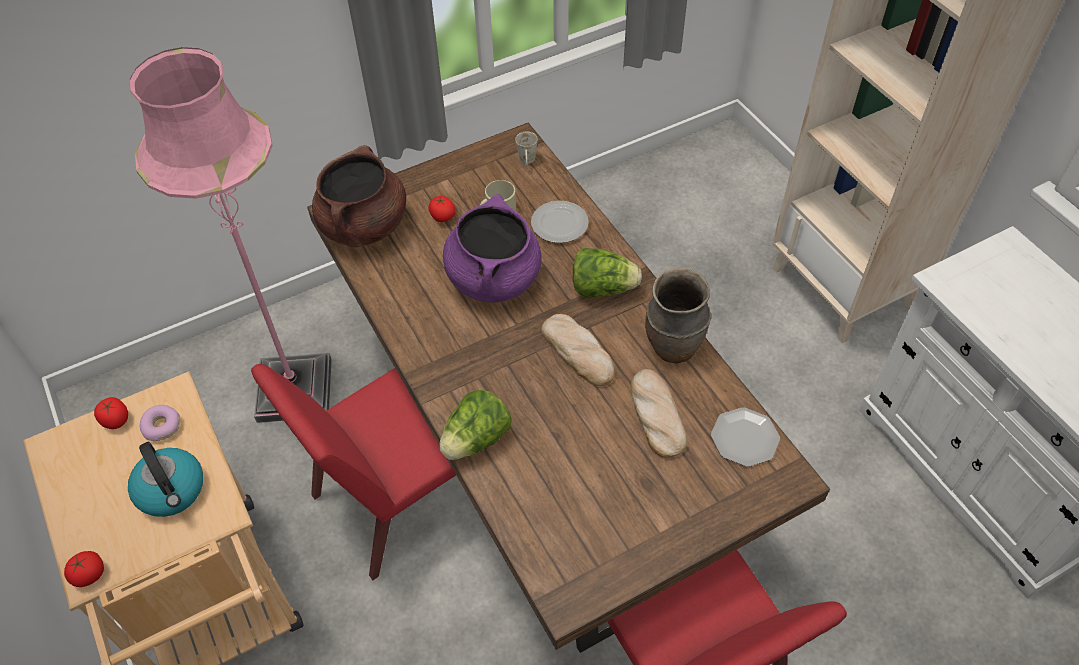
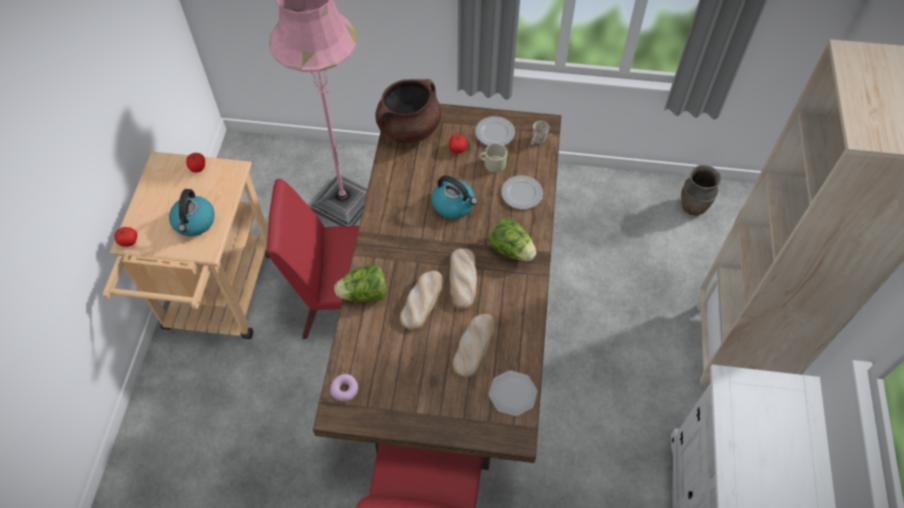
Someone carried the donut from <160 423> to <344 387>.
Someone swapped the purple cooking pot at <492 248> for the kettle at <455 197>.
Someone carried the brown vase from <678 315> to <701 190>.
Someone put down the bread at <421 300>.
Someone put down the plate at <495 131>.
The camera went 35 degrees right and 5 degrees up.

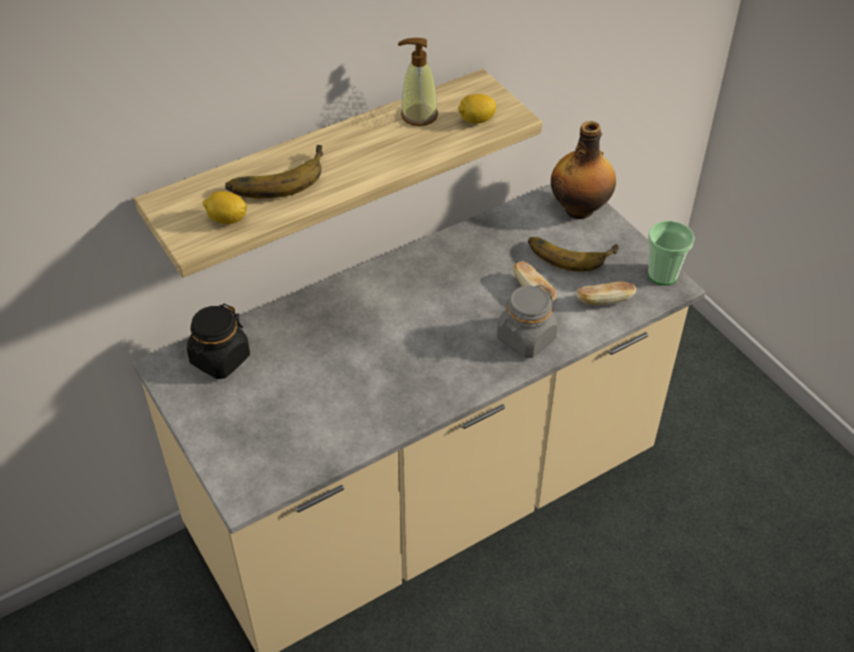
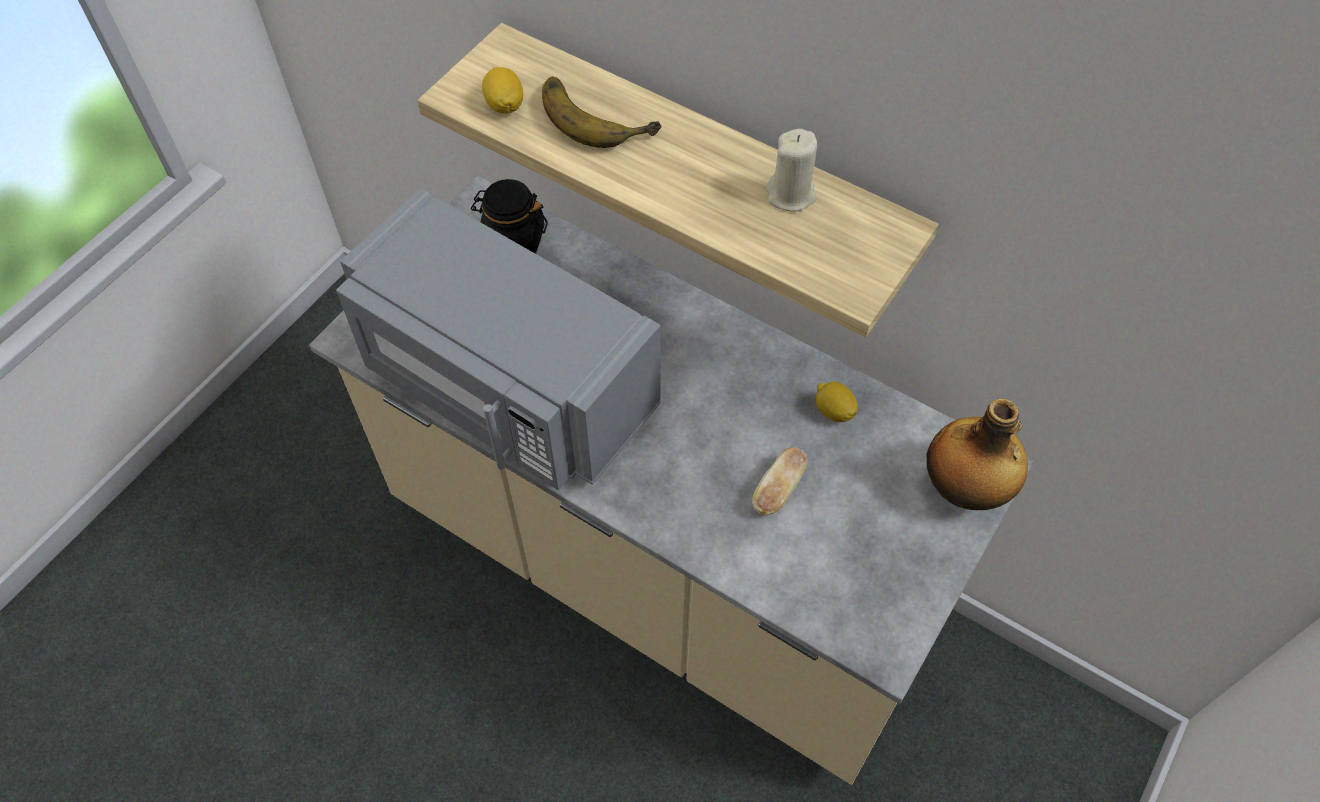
Someone swapped the soap dispenser at <418 82> for the beige candle at <792 170>.
Someone carried the lemon from <477 109> to <837 401>.
Someone took away the grey jar at <527 321>.
Someone took away the banana at <573 254>.
Someone took away the bread at <606 293>.
Someone took away the cup at <671 253>.
Someone put down the grey microwave at <498 339>.
The camera went 65 degrees right and 10 degrees up.

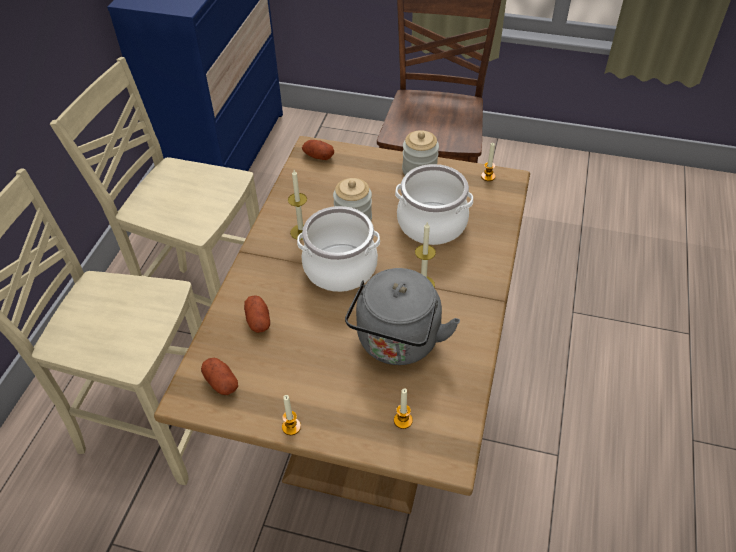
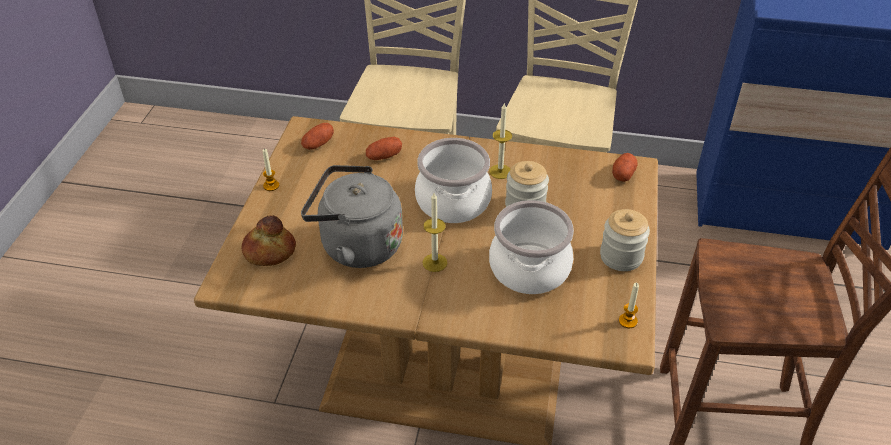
Someone swapped the candle at <403 408> for the bread at <268 240>.
The camera went 85 degrees right and 5 degrees down.

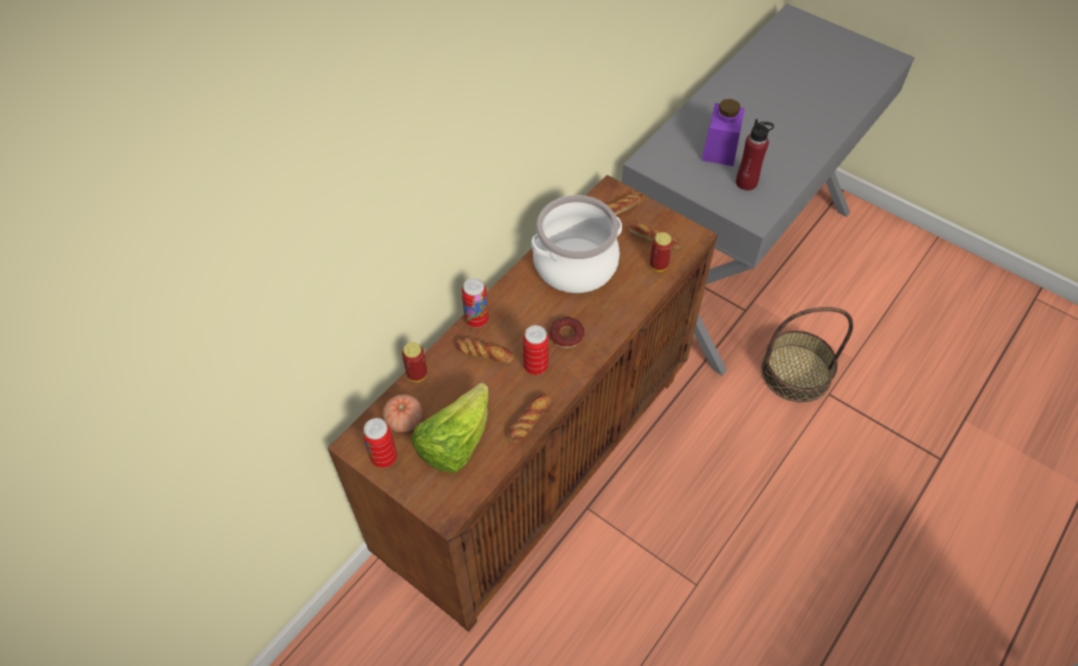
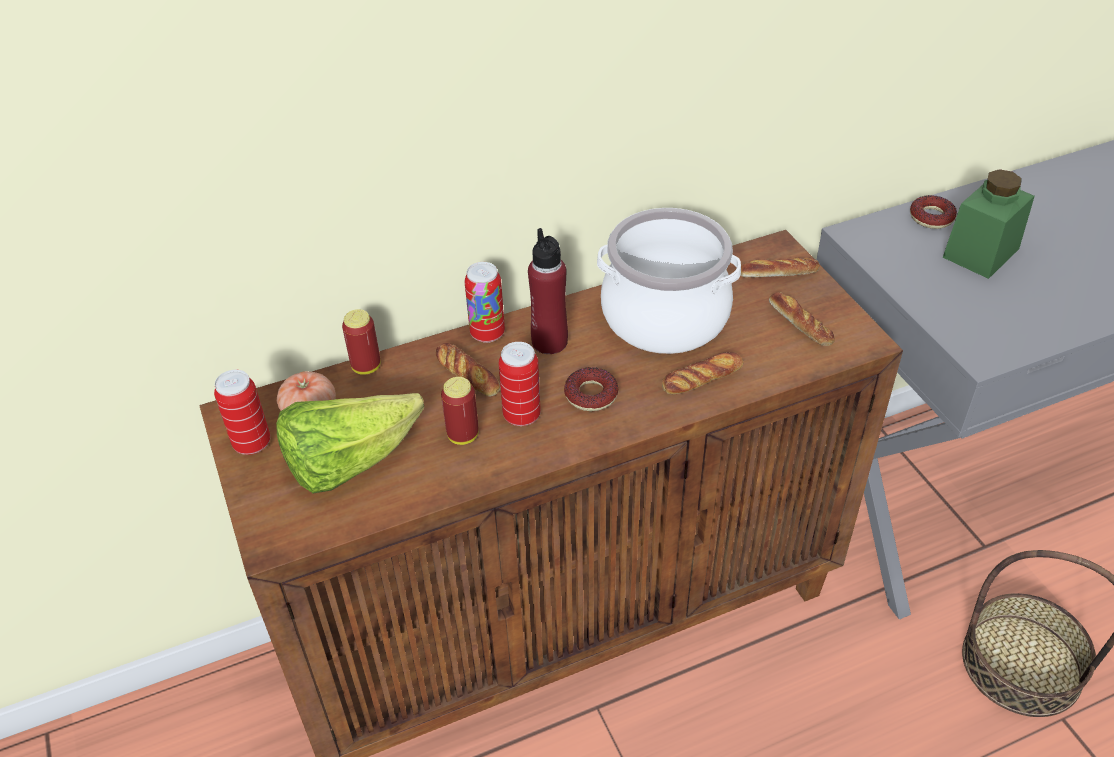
Someone carried the bread from <529 418> to <702 373>.
Someone carried the can from <661 252> to <460 411>.
Someone repainted the purple jar at <723 132>, which became the green jar at <989 224>.
Someone carried the red bottle from <755 155> to <548 291>.
Someone put down the donut at <933 212>.
The camera went 30 degrees right and 10 degrees down.

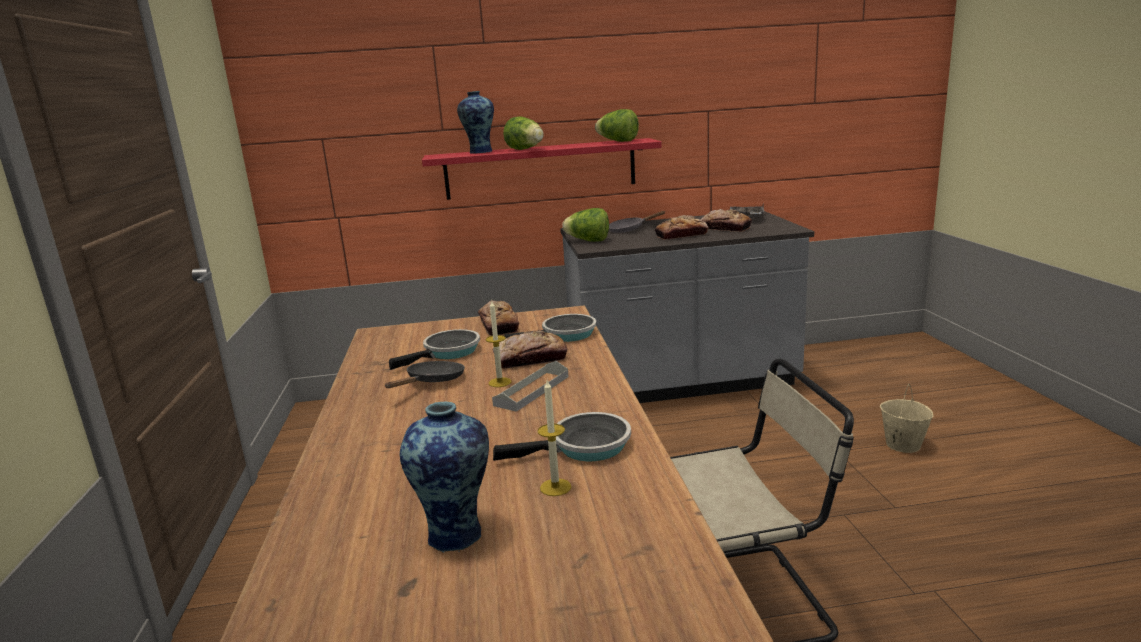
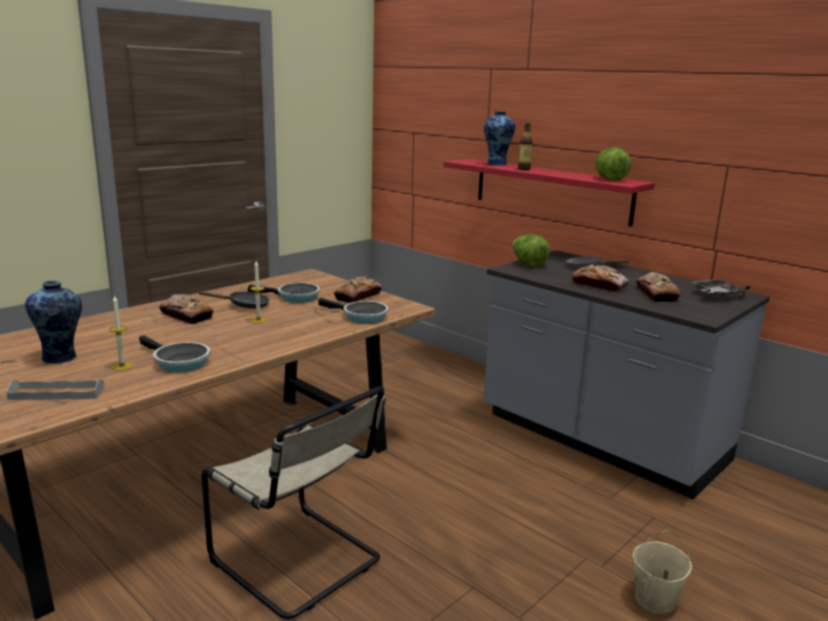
Someone carried the grey tray from <530 386> to <55 390>.
Someone carried the bread from <530 350> to <186 309>.
Someone swapped the lettuce at <523 133> for the bottle at <525 146>.
The camera went 50 degrees right and 0 degrees up.

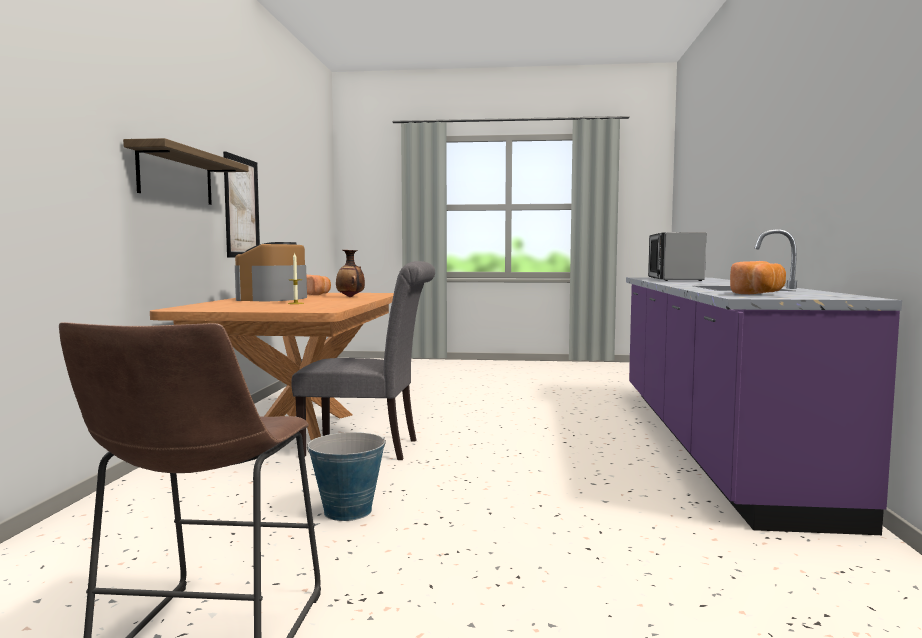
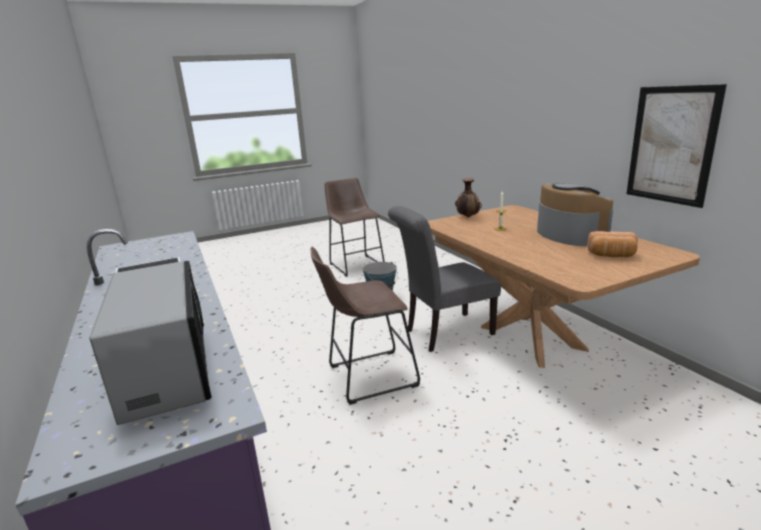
Someone took away the shelf at <186 171>.
Someone carried the vase from <350 273> to <468 197>.
Someone took away the bread at <758 277>.
Someone put down the brown stool at <365 326>.
The camera went 150 degrees right and 15 degrees up.

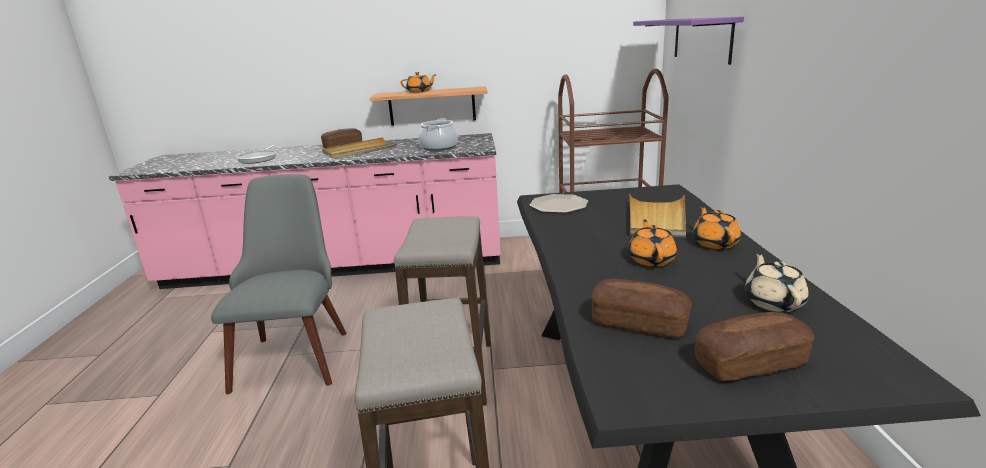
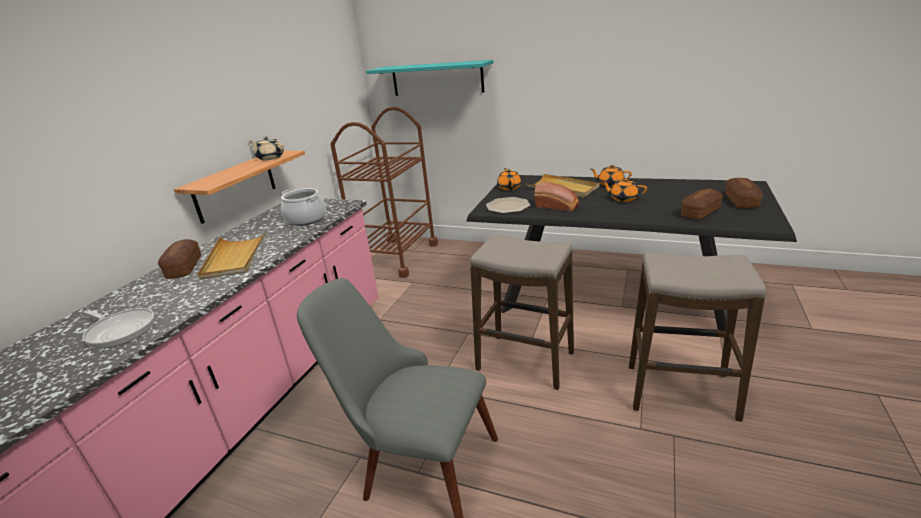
Someone carried the orange teapot from <418 82> to <509 179>.
Someone repainted the purple shelf at <688 41>, which became the turquoise shelf at <429 78>.
Someone carried the beige teapot from <777 282> to <266 148>.
Someone put down the bread at <556 196>.
The camera went 65 degrees left and 5 degrees up.

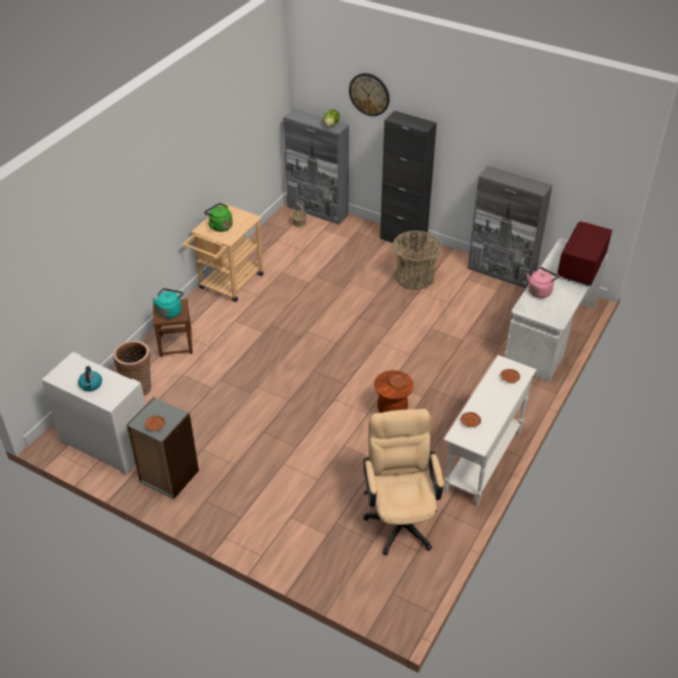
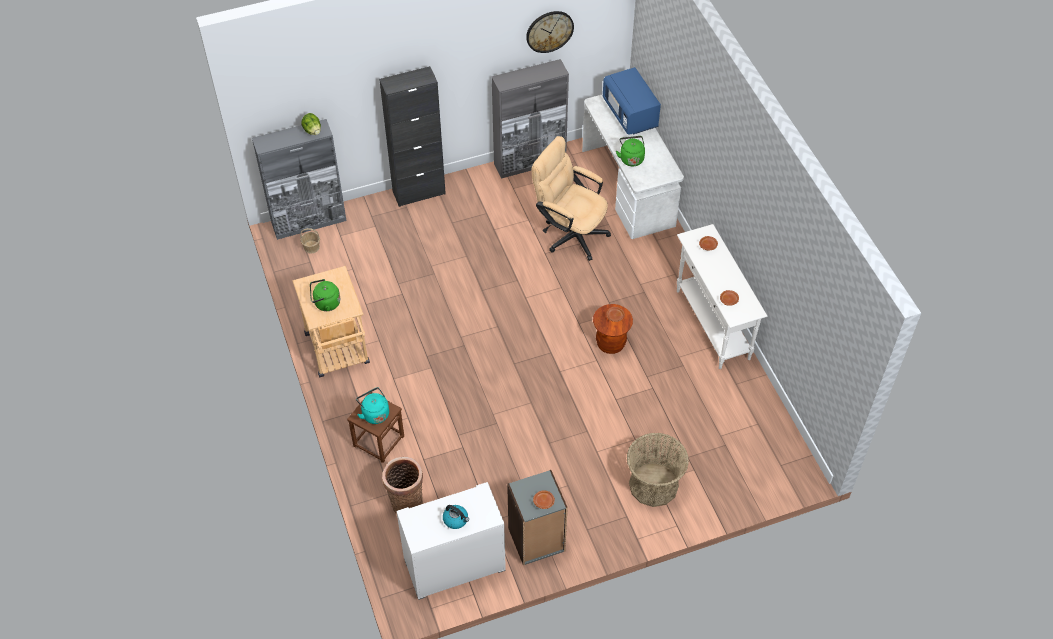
Someone carried the wall clock from <369 94> to <550 32>.
Someone carried the beige office chair from <403 482> to <571 198>.
Someone carried the basket from <417 260> to <658 470>.
Someone repainted the pink kettle at <543 282>, which became the green kettle at <630 151>.
Someone repainted the red microwave at <584 253>, which became the blue microwave at <632 101>.
The camera went 50 degrees left and 10 degrees up.

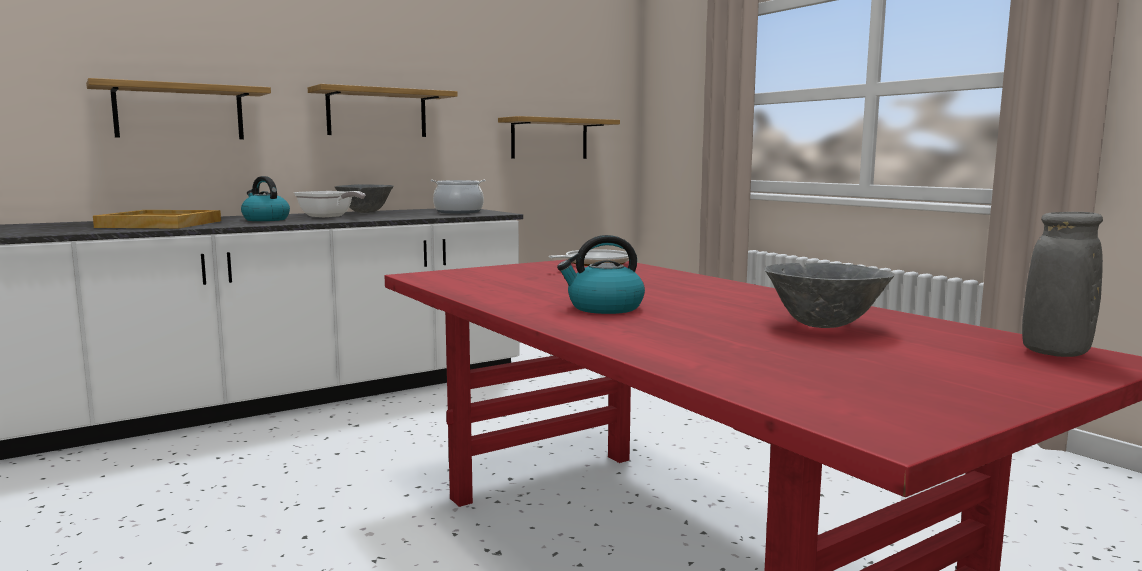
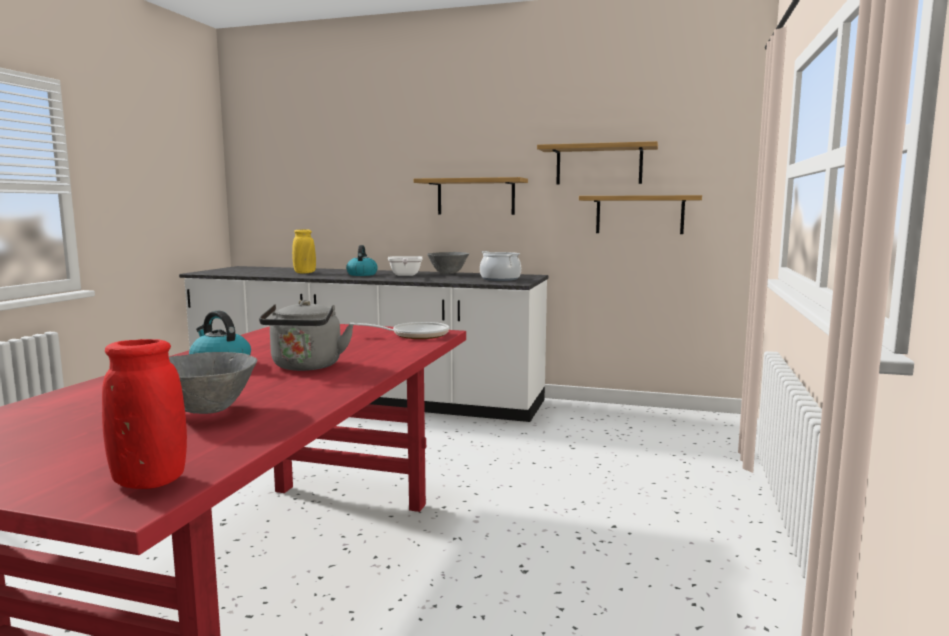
Someone carried the shelf from <178 108> to <597 163>.
Someone swapped the beige tray at <157 219> for the yellow vase at <304 251>.
Someone repainted the grey vase at <1062 284>, which became the red vase at <144 414>.
Someone put down the grey kettle at <306 335>.
The camera went 50 degrees right and 0 degrees up.

